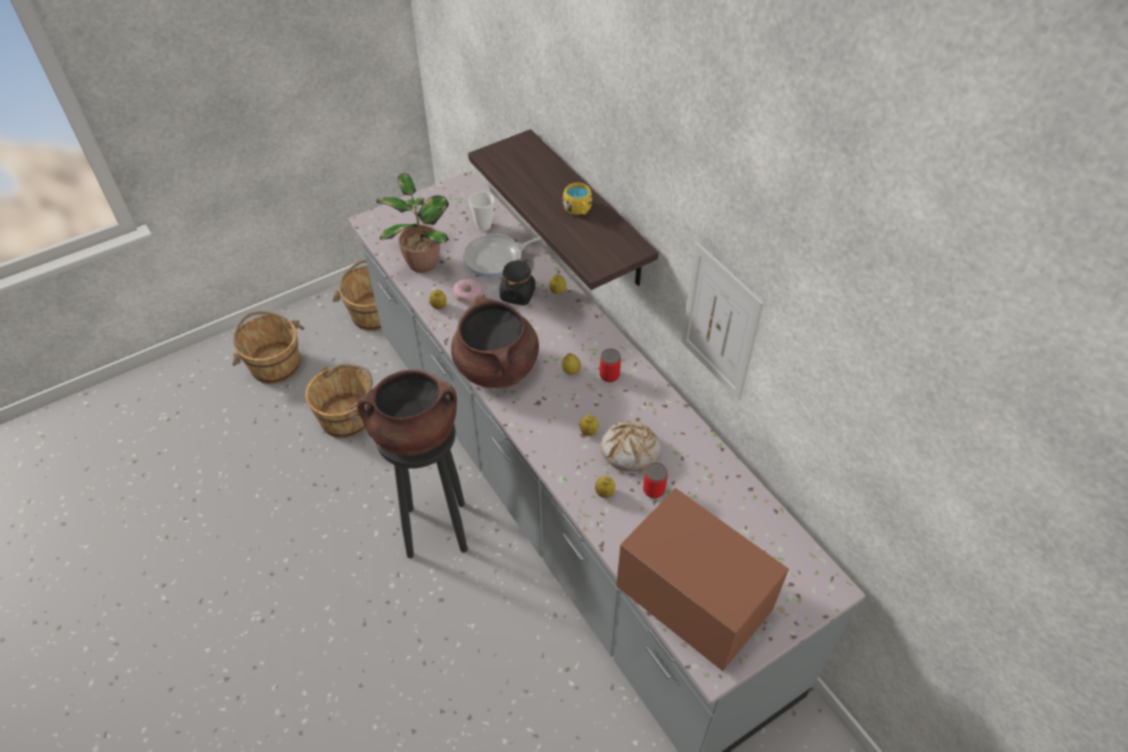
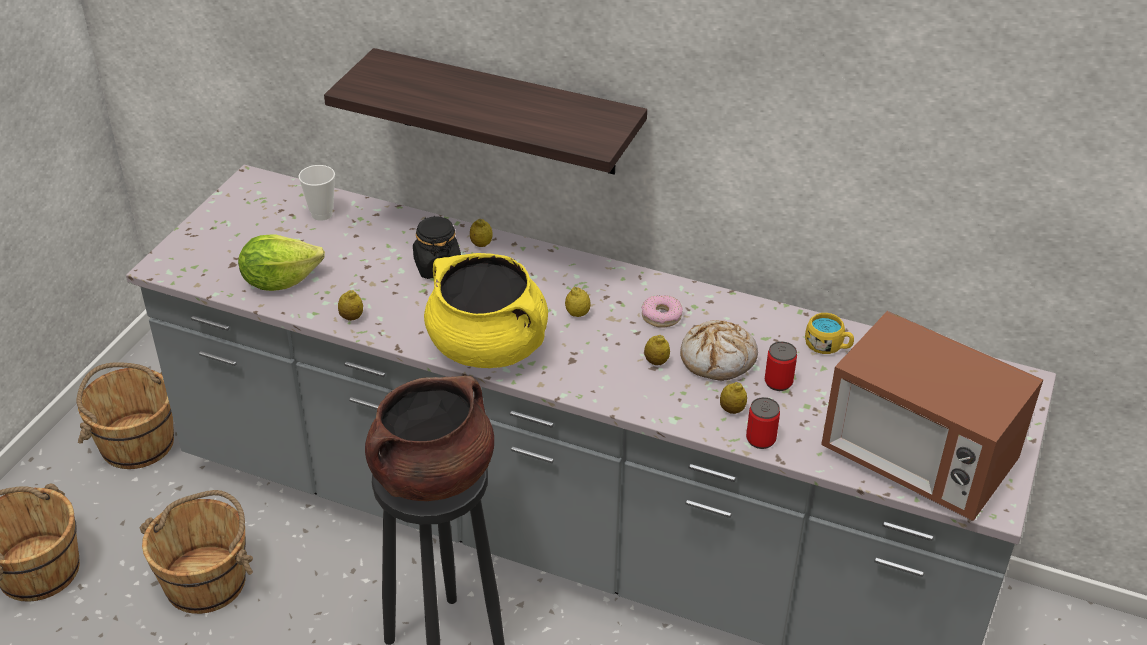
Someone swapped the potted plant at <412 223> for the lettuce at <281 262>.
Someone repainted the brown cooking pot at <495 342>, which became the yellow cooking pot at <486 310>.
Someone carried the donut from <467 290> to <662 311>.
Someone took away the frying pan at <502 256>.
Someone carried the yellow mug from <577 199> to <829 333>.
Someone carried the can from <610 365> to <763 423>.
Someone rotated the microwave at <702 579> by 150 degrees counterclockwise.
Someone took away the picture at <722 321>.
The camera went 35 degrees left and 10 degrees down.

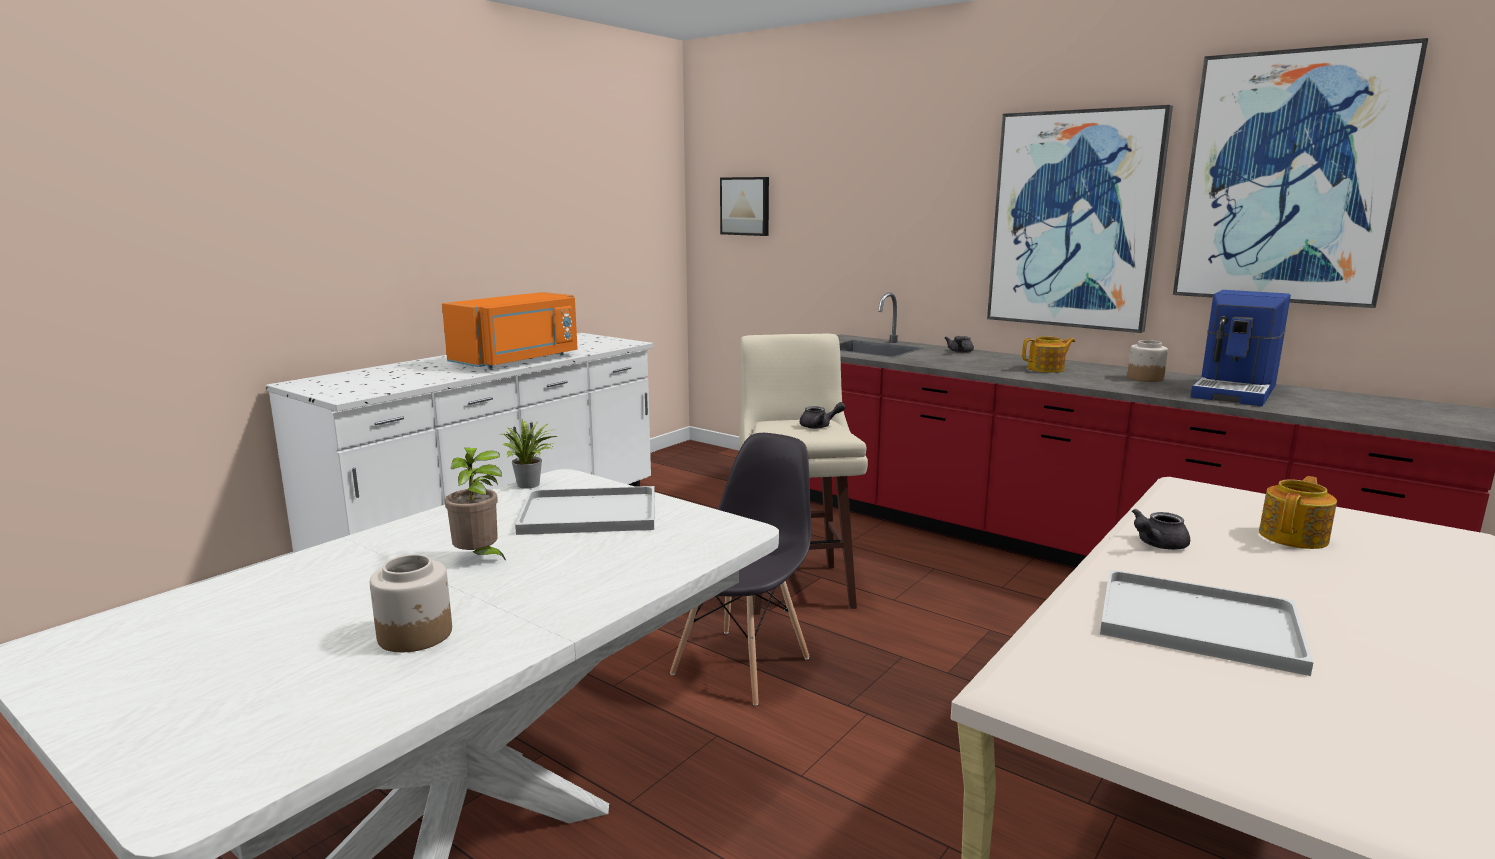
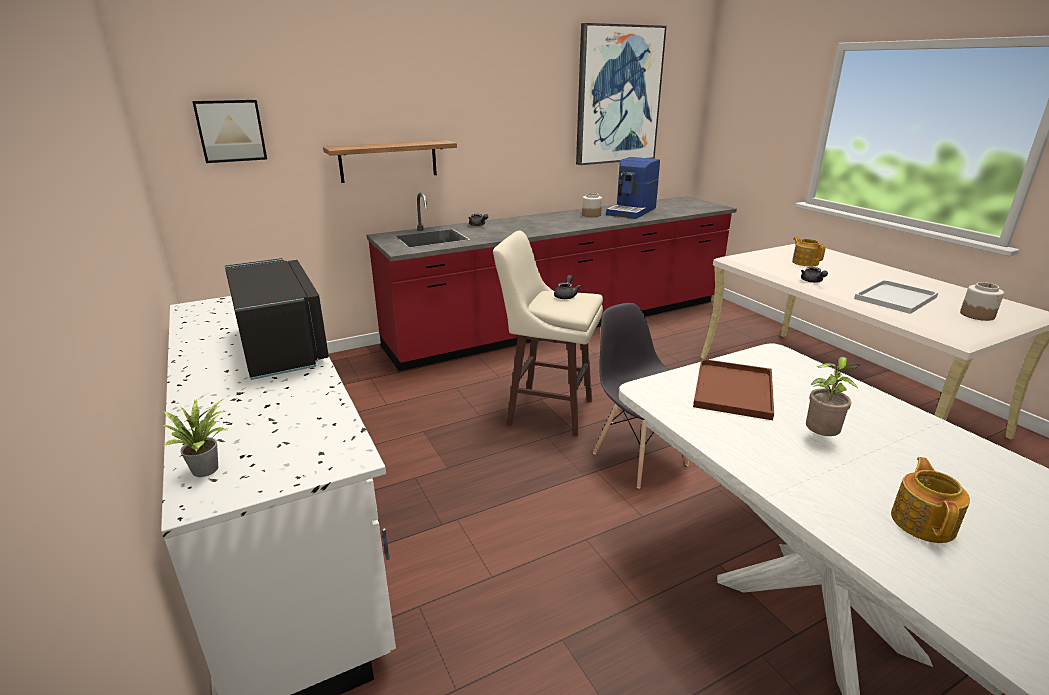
Someone carried the jar from <411 603> to <982 301>.
Someone repainted the orange microwave at <510 330>, which became the black microwave at <277 319>.
Someone carried the potted plant from <528 454> to <194 438>.
Someone repainted the white tray at <585 510>, which became the brown tray at <733 389>.
Someone took away the picture at <1080 219>.
Someone carried the teapot from <1048 354> to <930 500>.
Someone rotated the coffee machine at <1240 348> by 60 degrees clockwise.
Someone put up the shelf at <390 161>.
The camera went 65 degrees left and 10 degrees up.

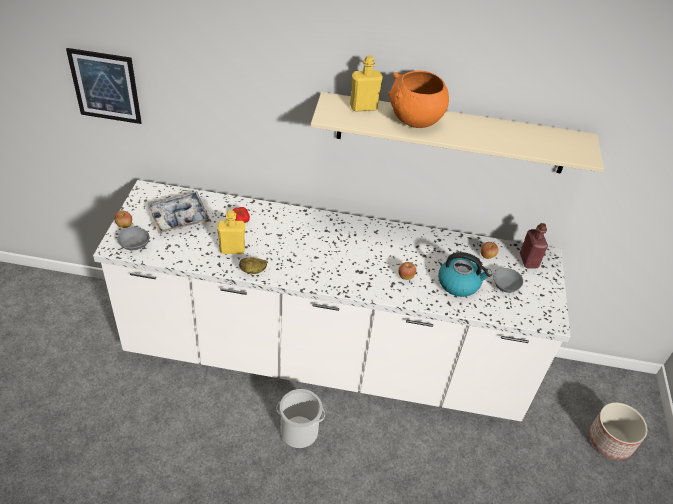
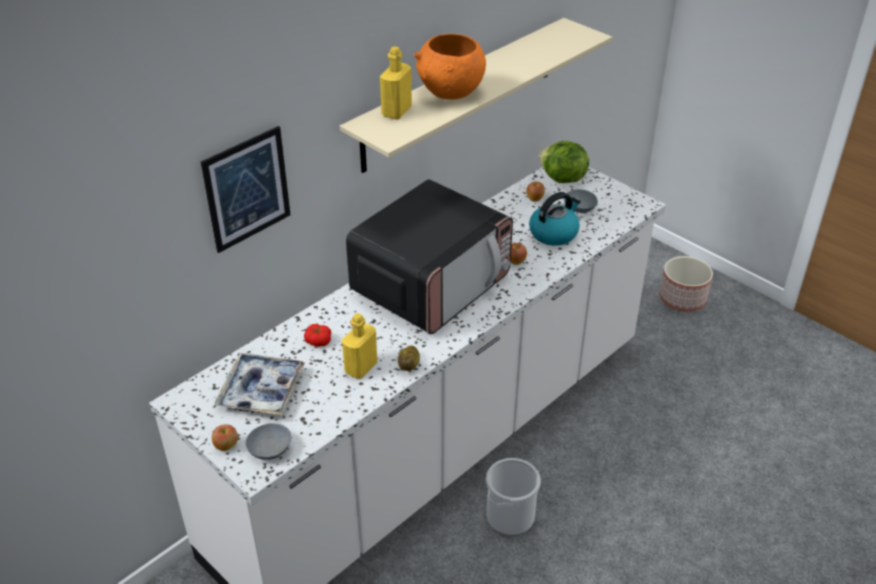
Someone carried the picture from <104 86> to <245 189>.
Someone swapped the red bottle at <534 245> for the lettuce at <564 162>.
Someone put down the microwave at <429 256>.
The camera went 50 degrees left and 5 degrees down.

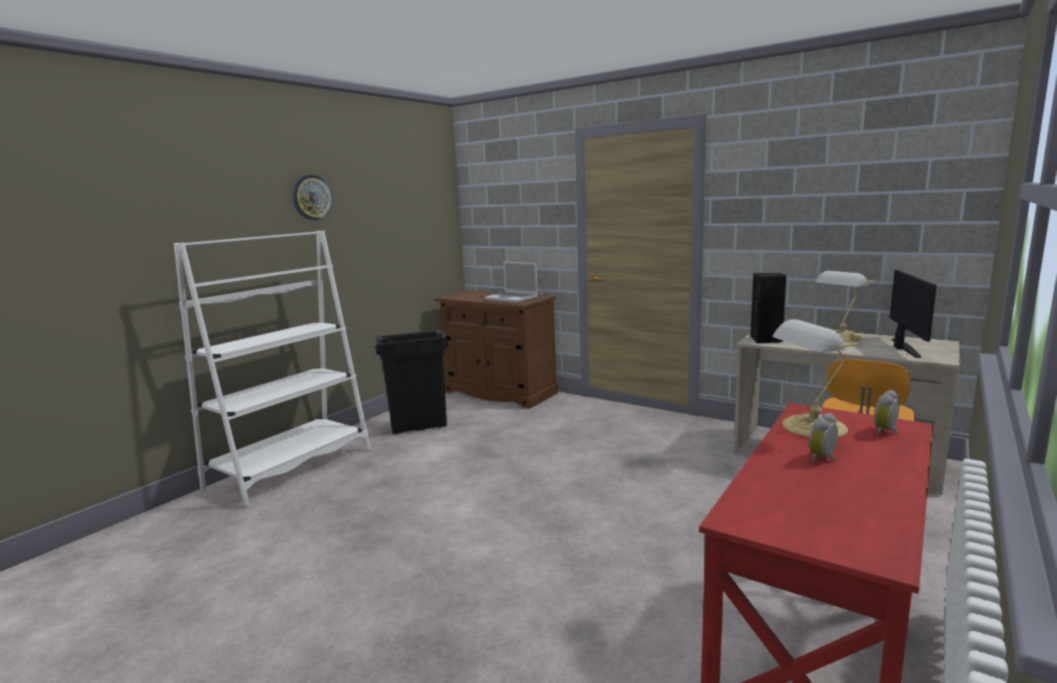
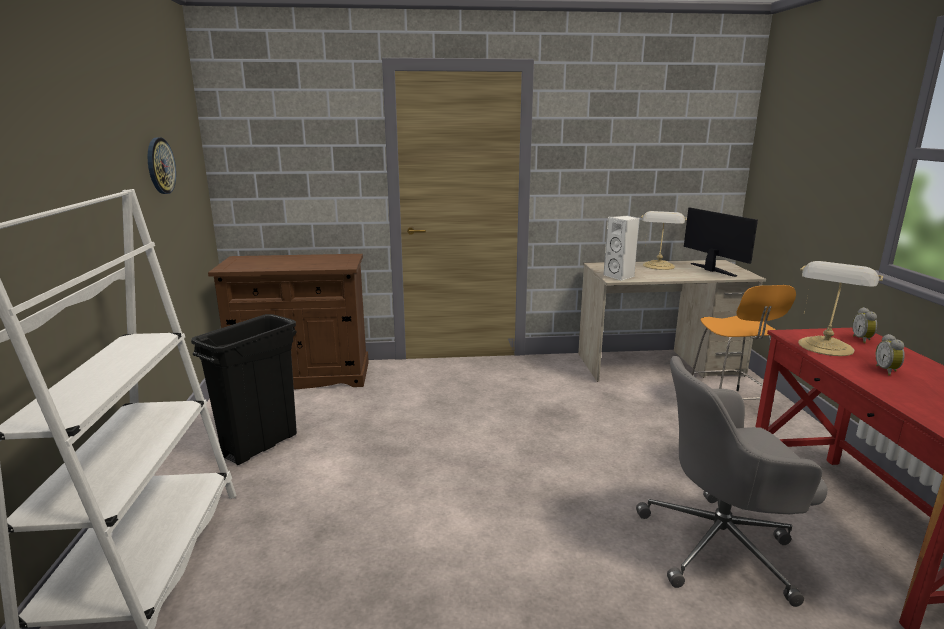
Someone carried the wall clock from <313 197> to <162 166>.
Someone took away the laptop at <511 282>.
Someone repainted the black speaker at <769 308>, which became the white speaker at <621 248>.
Someone put down the grey office chair at <732 481>.
The camera went 40 degrees left and 5 degrees up.

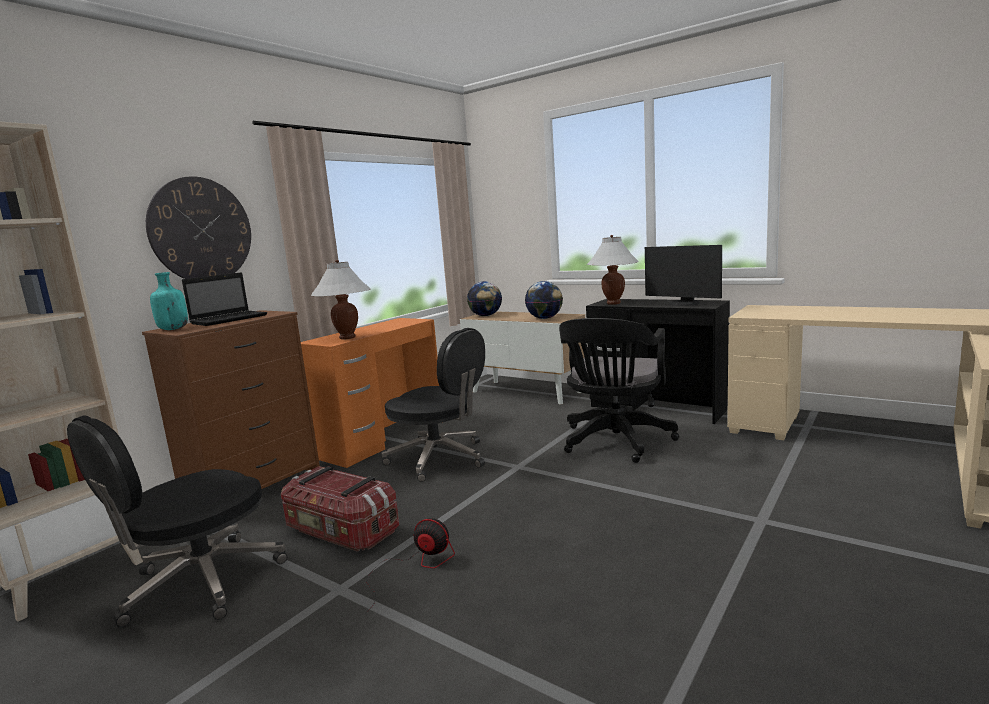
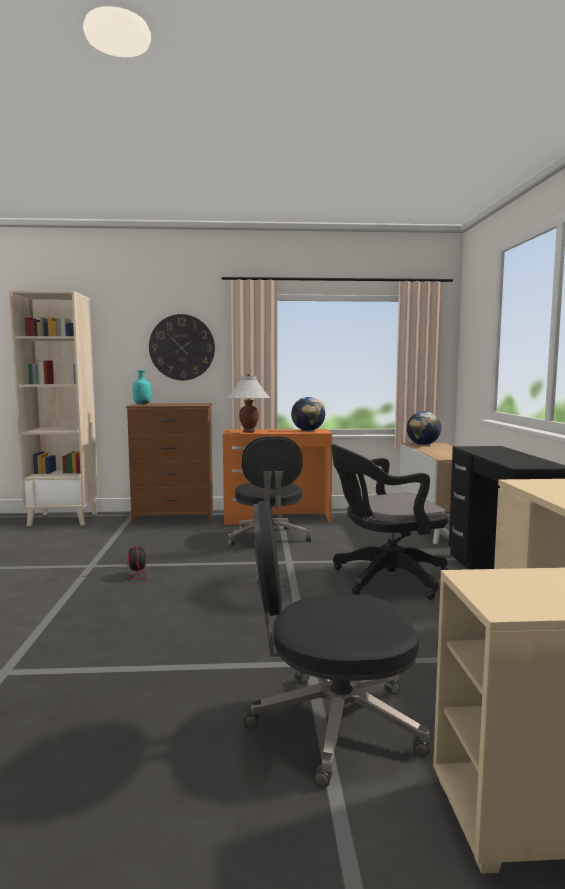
Someone carried the black office chair from <177 521> to <337 644>.
Someone took away the laptop at <224 299>.
Someone took away the storage box at <340 509>.
Someone carried the globe from <544 300> to <308 414>.
Someone took away the white table lamp at <613 270>.
Someone took away the monitor at <683 275>.
The camera went 50 degrees right and 5 degrees down.

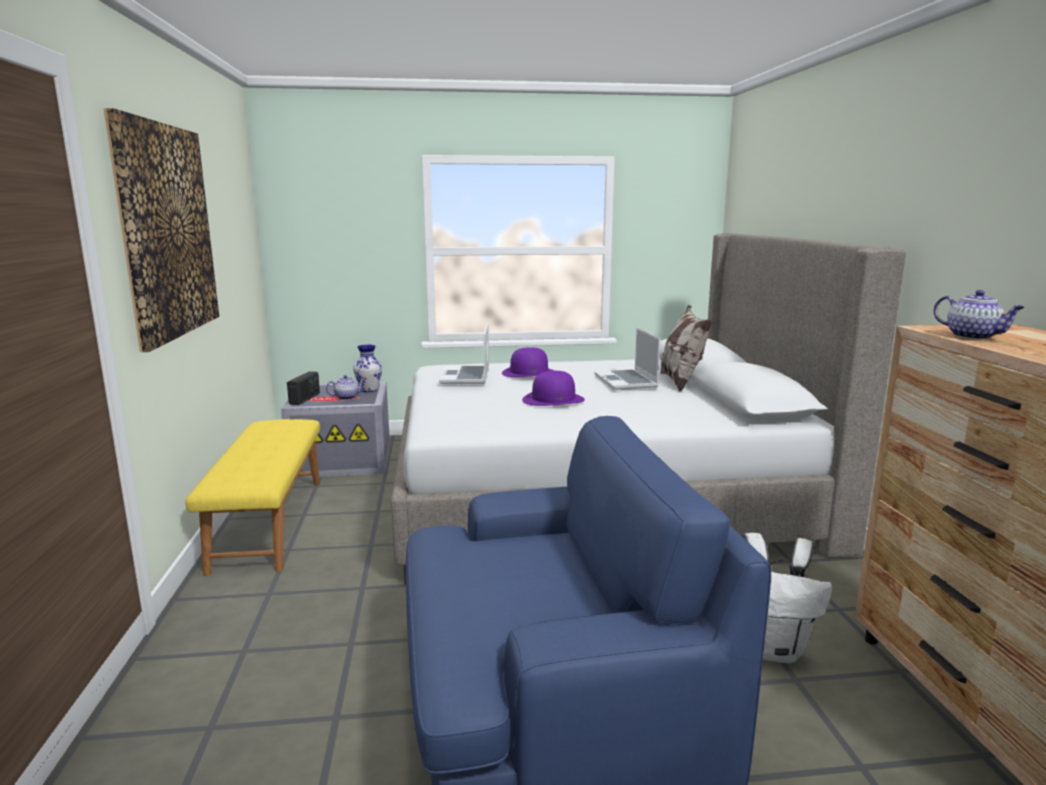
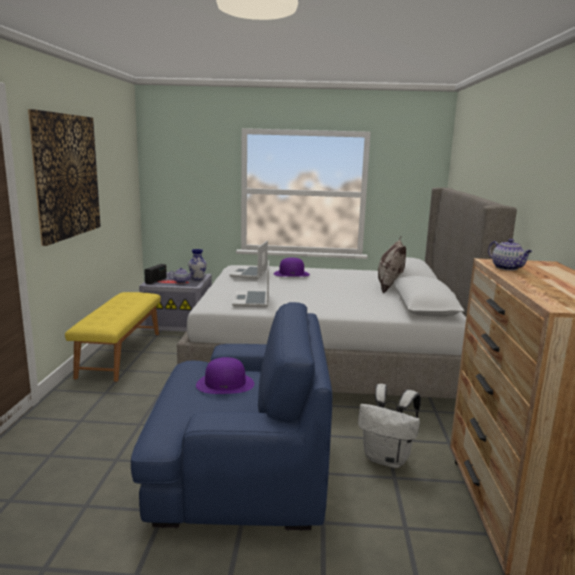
Someone carried the purple hat from <553 388> to <225 375>.
Someone carried the laptop from <627 358> to <250 283>.
The camera went 10 degrees right and 0 degrees up.

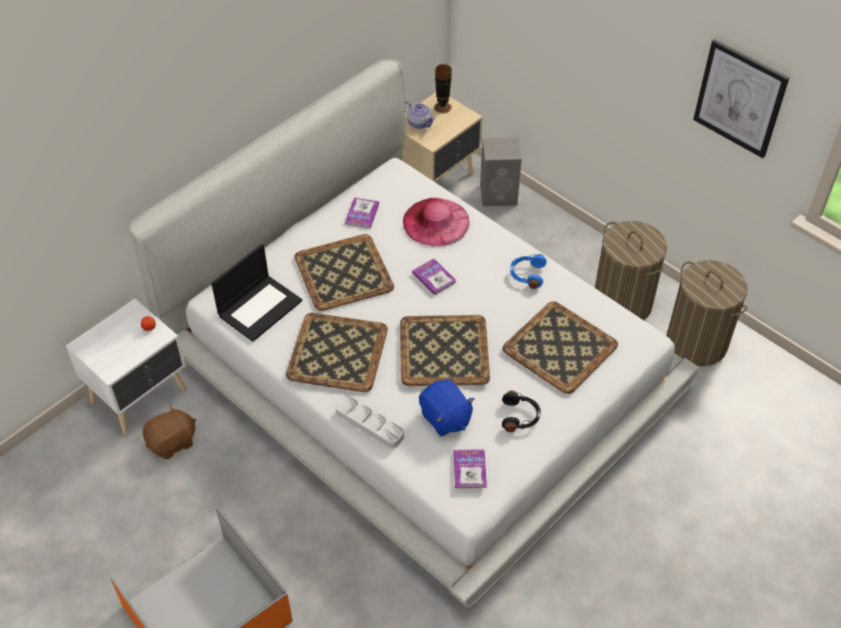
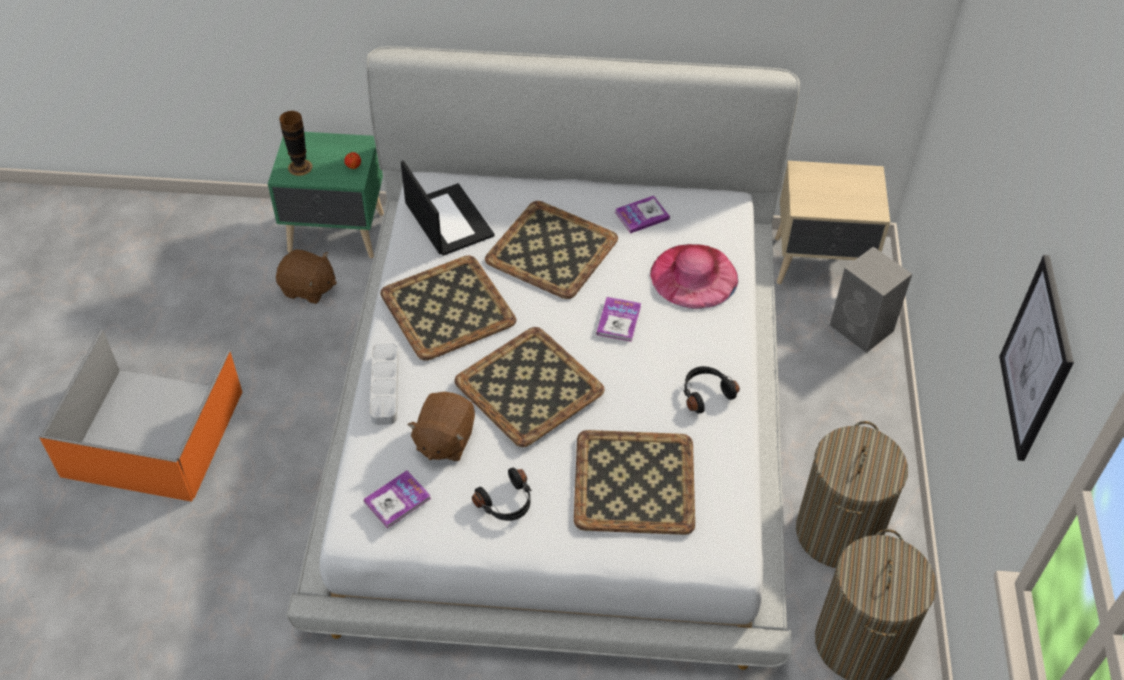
Someone repainted the white nightstand at <126 367>, which became the green nightstand at <326 195>.
Someone rotated the laptop at <256 293> by 120 degrees counterclockwise.
Someone took away the teapot at <420 115>.
Someone repainted the blue plush toy at <446 407>, which became the brown plush toy at <441 426>.
Someone carried the vase from <443 89> to <296 143>.
Someone repainted the blue headphones at <528 271>, which became the black headphones at <711 389>.
The camera went 50 degrees right and 0 degrees up.

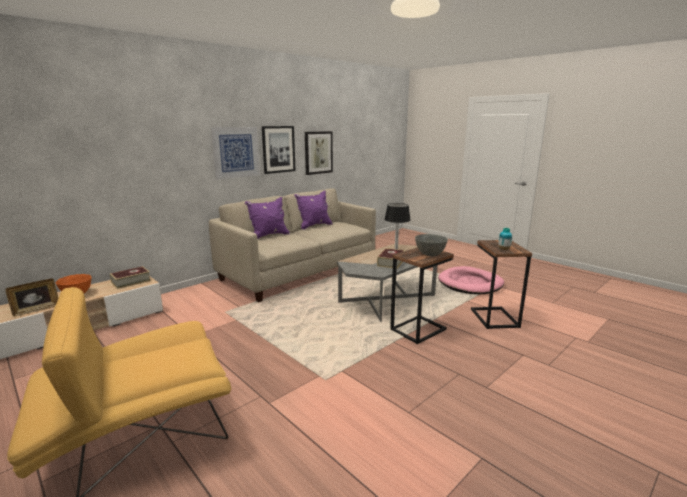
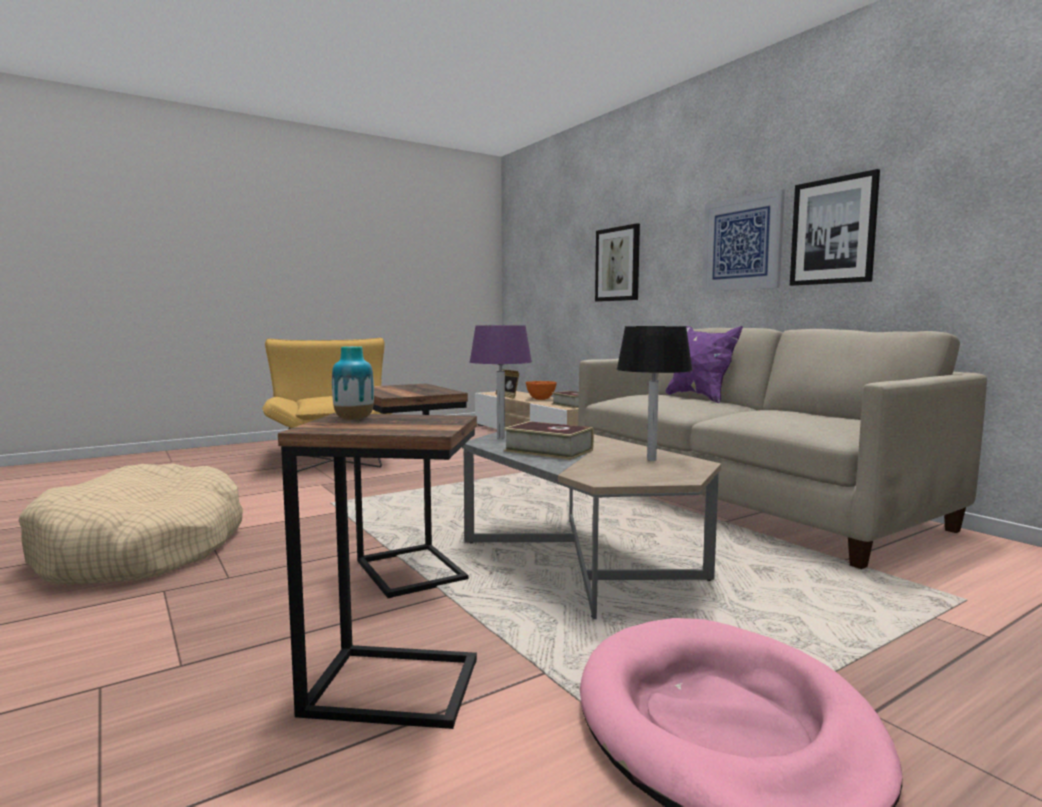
Someone took away the purple pillow at <313 209>.
Someone carried the picture from <319 153> to <617 262>.
Someone took away the grey bowl at <431 245>.
Someone put down the beige dog bed at <131 523>.
Someone put down the purple table lamp at <500 382>.
The camera went 100 degrees right and 10 degrees down.

